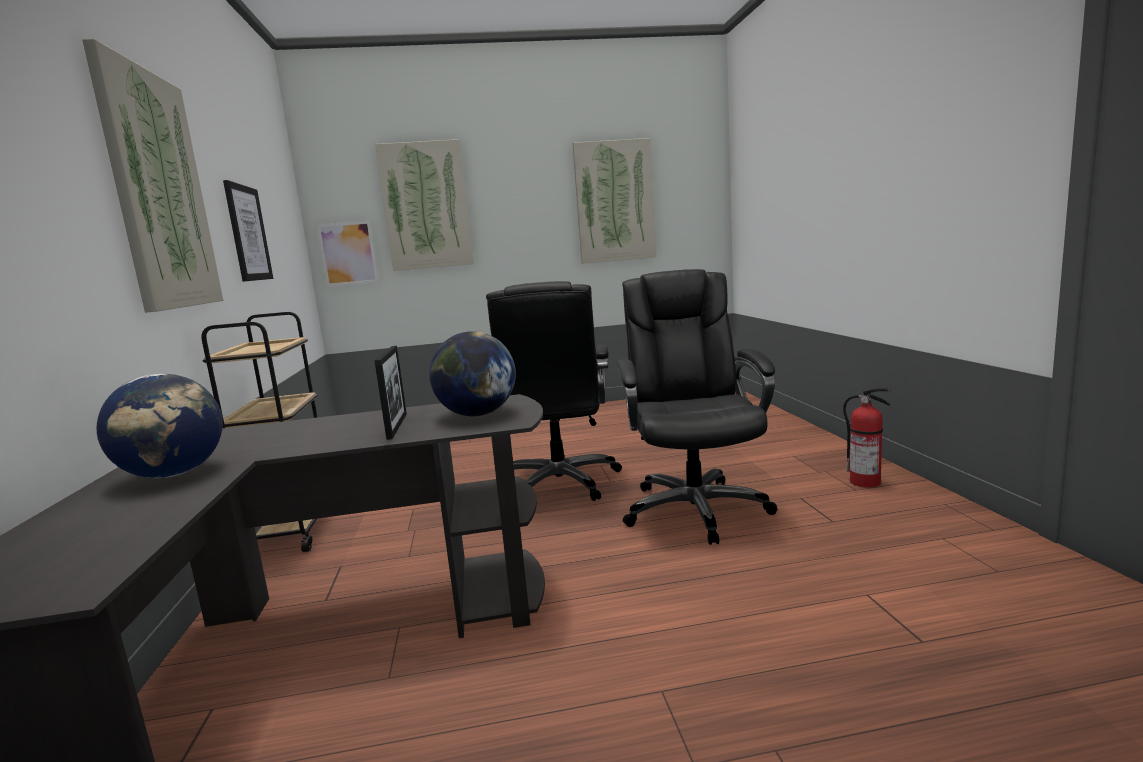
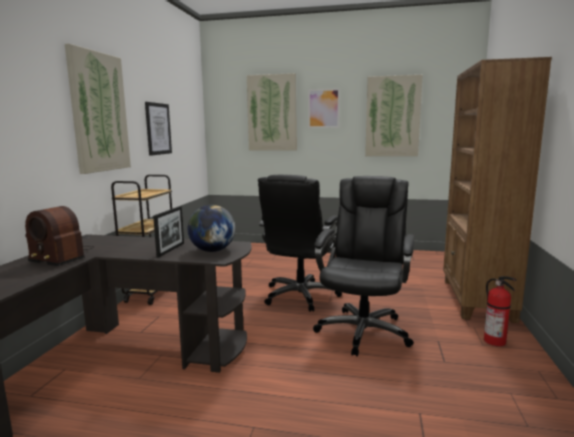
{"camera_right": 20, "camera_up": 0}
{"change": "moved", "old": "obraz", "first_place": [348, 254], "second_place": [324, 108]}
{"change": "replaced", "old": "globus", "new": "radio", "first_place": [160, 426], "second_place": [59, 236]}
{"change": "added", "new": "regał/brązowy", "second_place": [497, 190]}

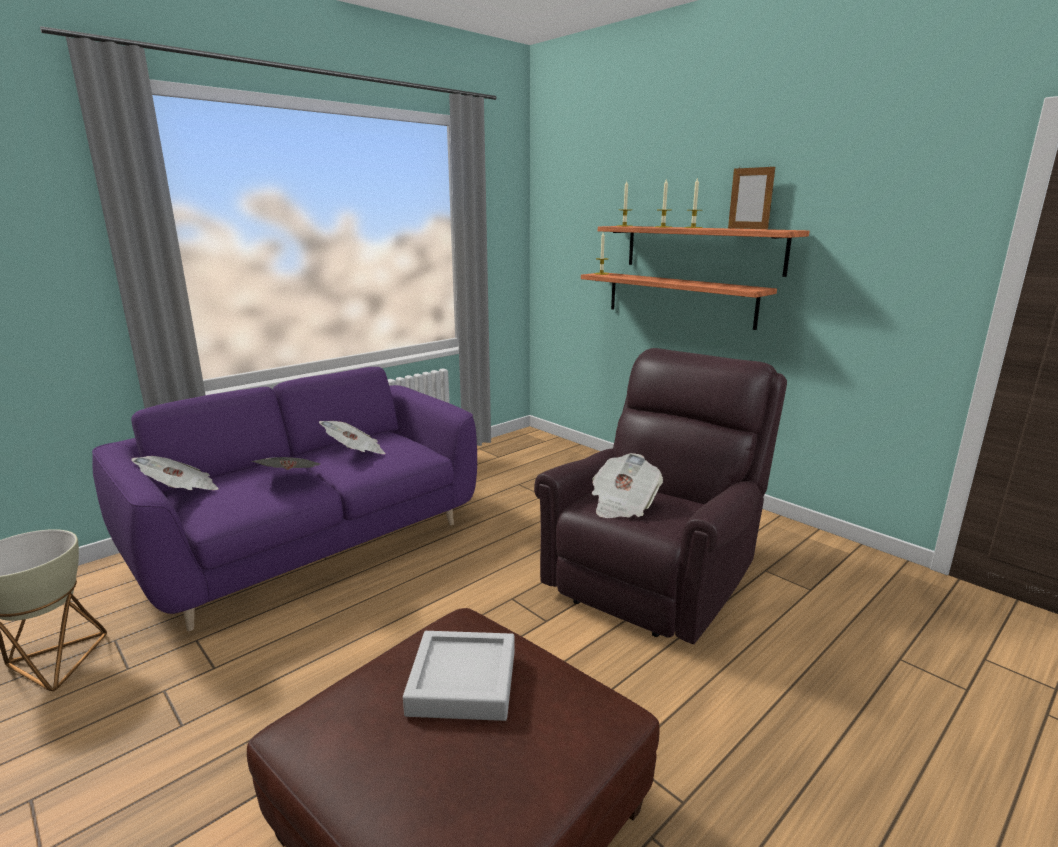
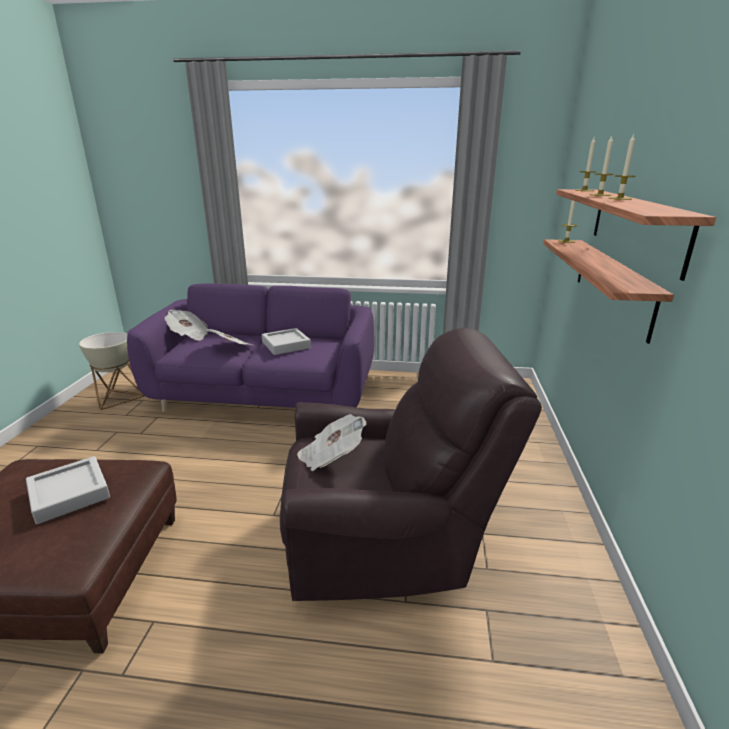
{"camera_right": 50, "camera_up": 5}
{"change": "removed", "old": "ramka na zdjęcie", "first_place": [751, 197]}
{"change": "replaced", "old": "gazeta", "new": "taca/szary", "first_place": [352, 437], "second_place": [286, 341]}

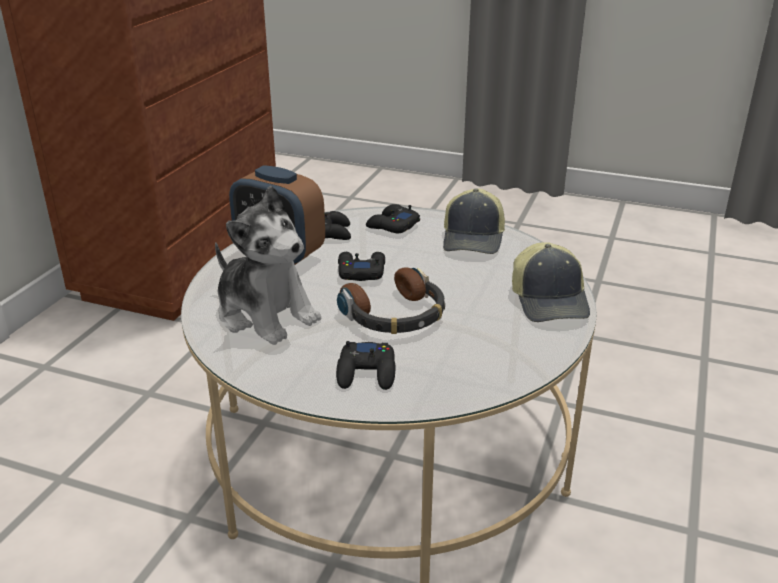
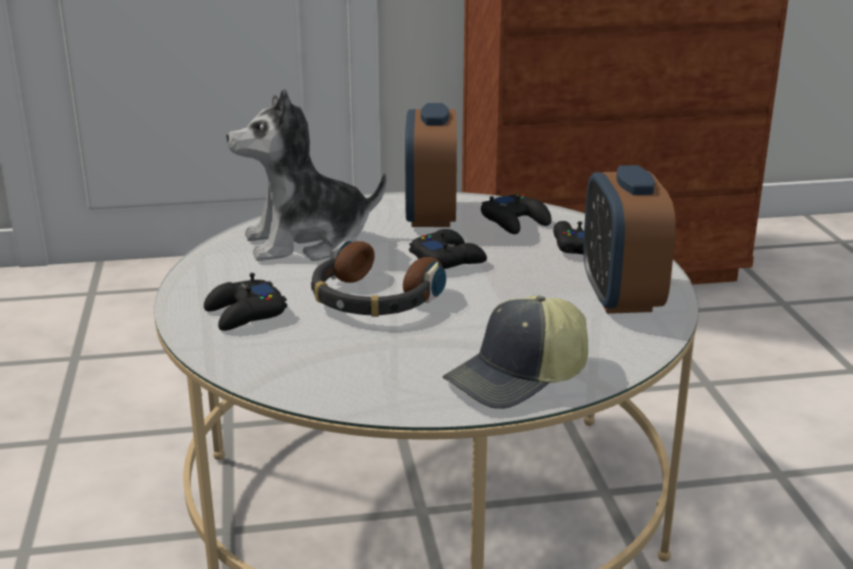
{"camera_right": 60, "camera_up": -5}
{"change": "turned", "old": "pluszak", "first_place": [268, 265], "second_place": [306, 175], "degrees": 60}
{"change": "replaced", "old": "czapka z daszkiem", "new": "budzik", "first_place": [474, 221], "second_place": [629, 239]}

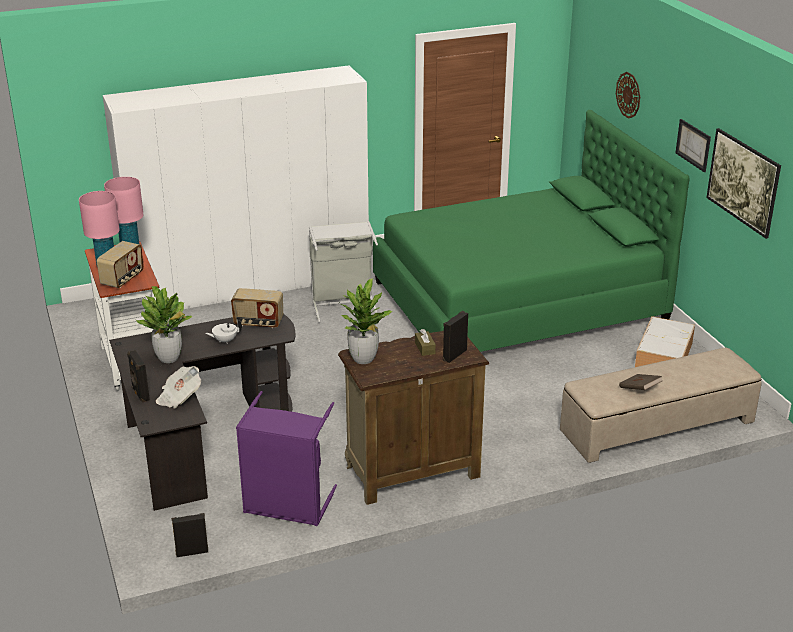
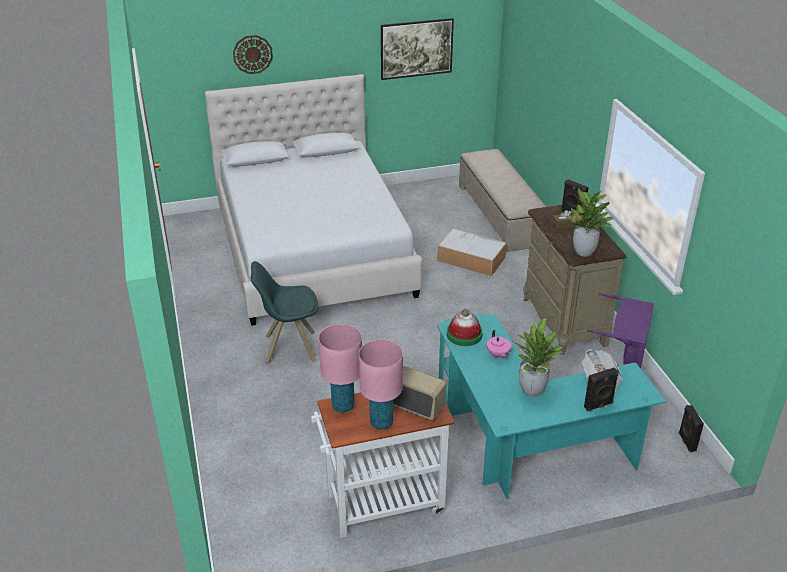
{"camera_right": -85, "camera_up": 5}
{"change": "removed", "old": "szafa/biały", "first_place": [236, 191]}
{"change": "recoloured", "old": "łóżko/zielony", "new": "łóżko/biały", "first_place": [531, 231], "second_place": [313, 200]}
{"change": "removed", "old": "obraz", "first_place": [693, 145]}
{"change": "replaced", "old": "kosz na pranie/szary", "new": "krzesło/turkusowy", "first_place": [343, 272], "second_place": [284, 312]}
{"change": "replaced", "old": "radio", "new": "kapelusz", "first_place": [257, 308], "second_place": [464, 327]}
{"change": "recoloured", "old": "biurko/czarny", "new": "biurko/turkusowy", "first_place": [202, 412], "second_place": [551, 406]}
{"change": "moved", "old": "pojemnik do przechowywania", "first_place": [665, 341], "second_place": [472, 252]}
{"change": "recoloured", "old": "imbryk/biały", "new": "imbryk/różowy", "first_place": [223, 331], "second_place": [499, 344]}
{"change": "removed", "old": "książka/brązowy", "first_place": [640, 382]}

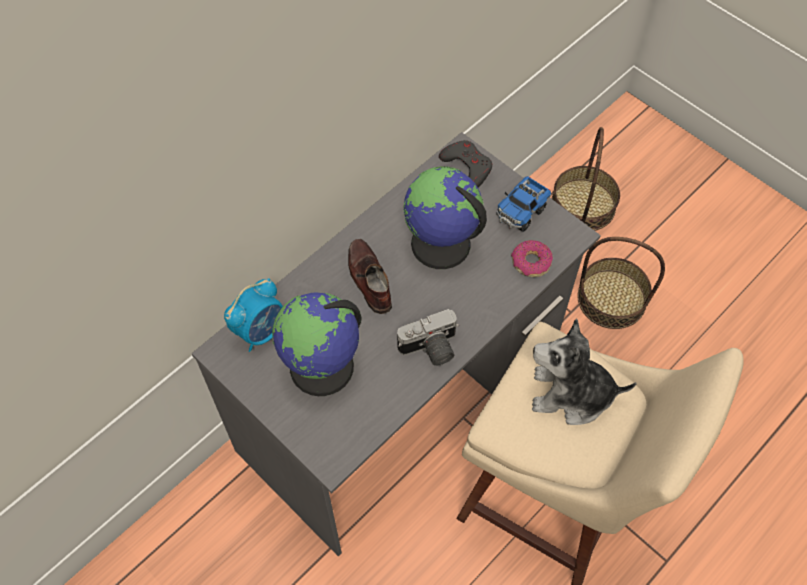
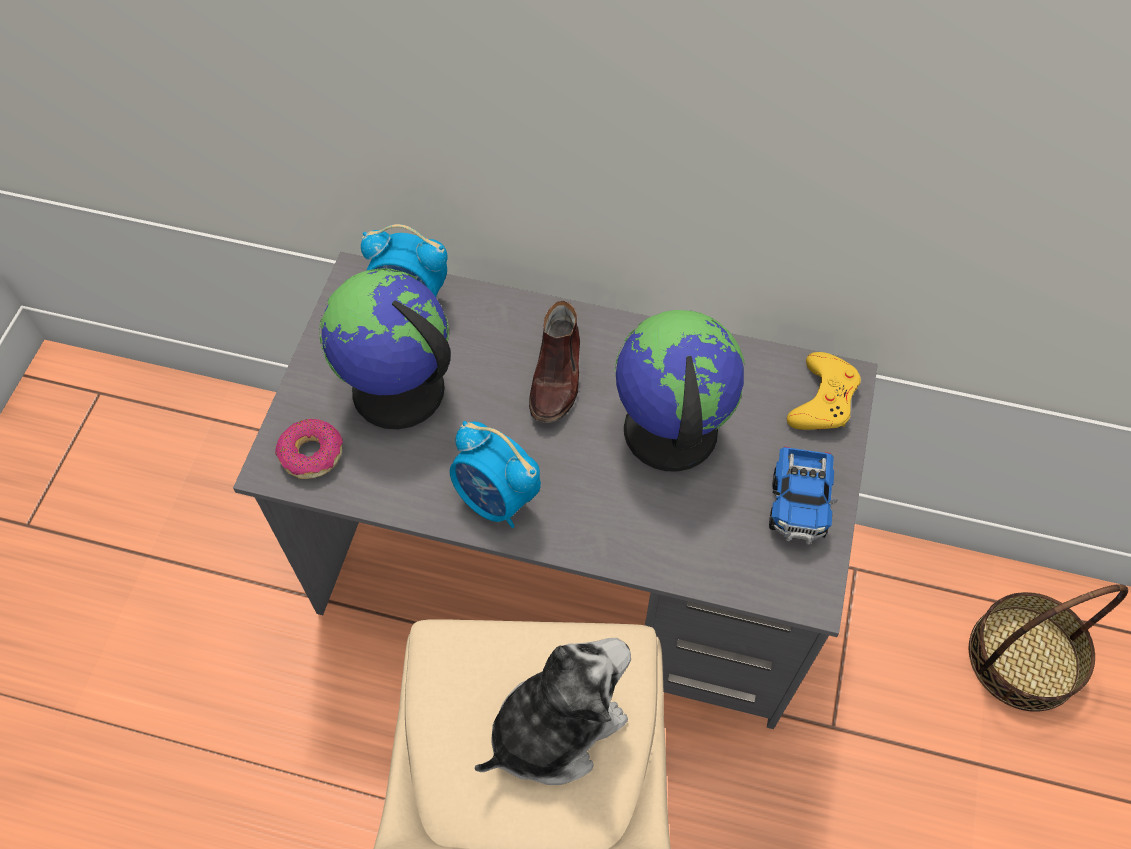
{"camera_right": 60, "camera_up": 0}
{"change": "recoloured", "old": "pad do gier/szary", "new": "pad do gier/żółty", "first_place": [465, 163], "second_place": [824, 391]}
{"change": "turned", "old": "ciężarówka zabawkowa", "first_place": [523, 204], "second_place": [803, 496], "degrees": -90}
{"change": "removed", "old": "koszyk", "first_place": [621, 283]}
{"change": "turned", "old": "but/brązowy", "first_place": [370, 276], "second_place": [554, 362], "degrees": 150}
{"change": "moved", "old": "donut", "first_place": [532, 258], "second_place": [309, 449]}
{"change": "replaced", "old": "aparat fotograficzny", "new": "budzik", "first_place": [428, 337], "second_place": [495, 474]}
{"change": "turned", "old": "pluszak", "first_place": [584, 371], "second_place": [553, 711], "degrees": 75}

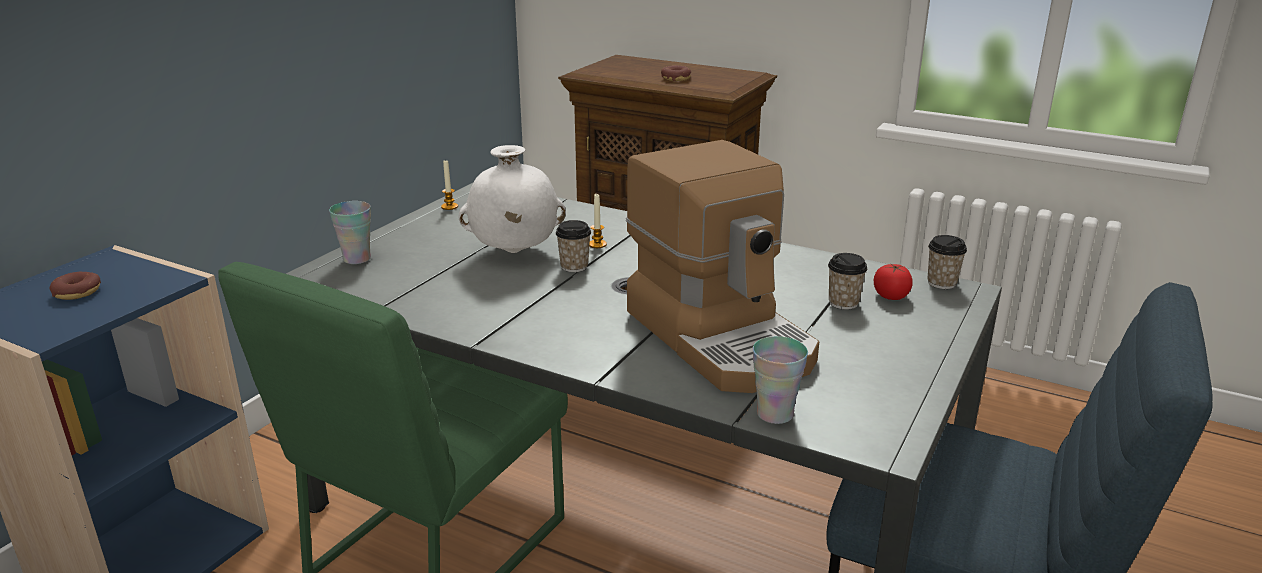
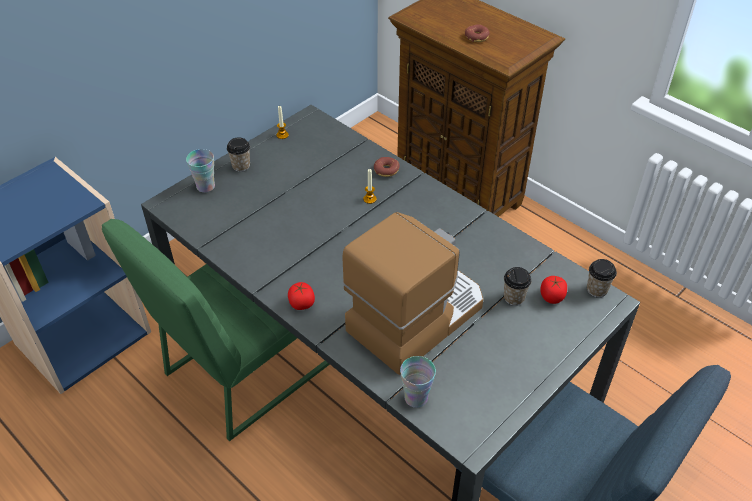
{"camera_right": 15, "camera_up": 20}
{"change": "turned", "old": "ekspres do kawy", "first_place": [722, 266], "second_place": [412, 293], "degrees": -120}
{"change": "removed", "old": "wazon/biały", "first_place": [512, 199]}
{"change": "moved", "old": "filiżanka", "first_place": [573, 246], "second_place": [238, 154]}
{"change": "moved", "old": "donut", "first_place": [75, 286], "second_place": [387, 167]}
{"change": "added", "new": "pomidor", "second_place": [301, 296]}

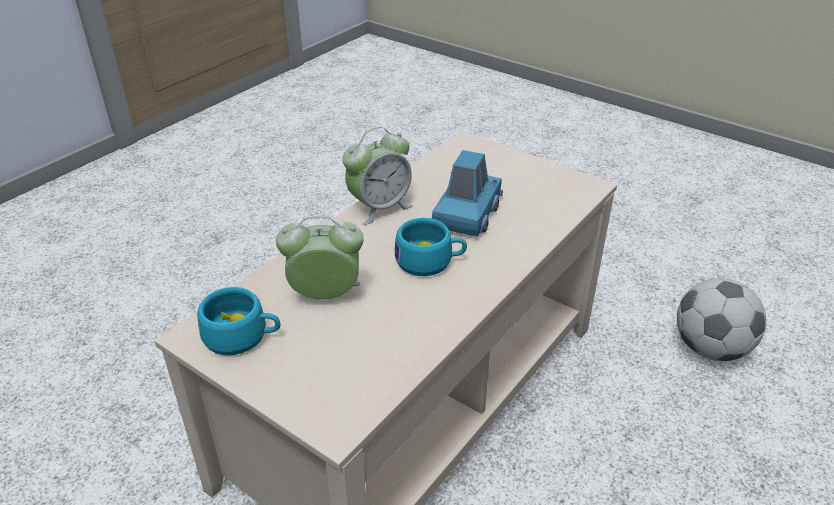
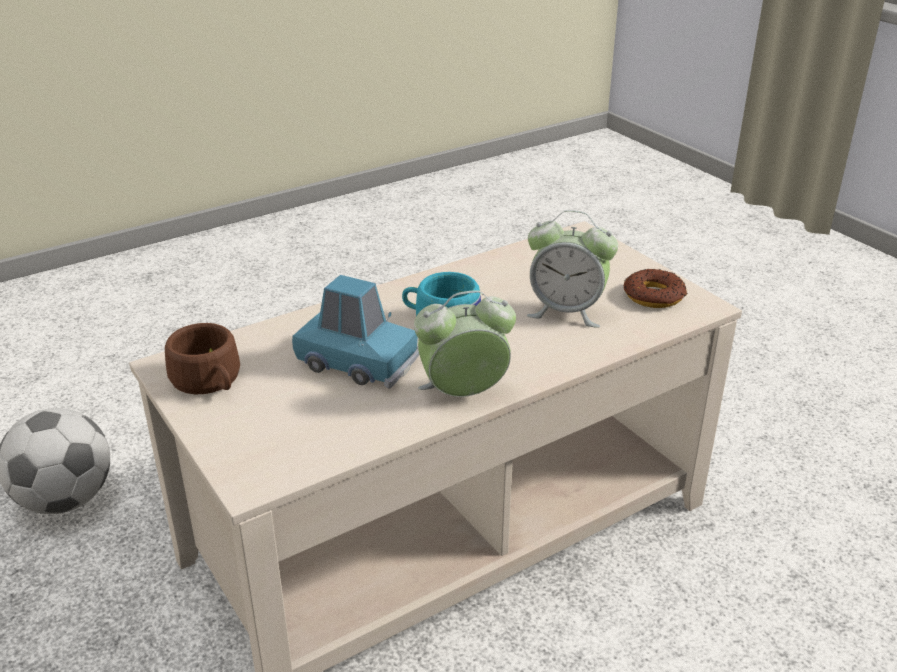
{"camera_right": -160, "camera_up": -5}
{"change": "turned", "old": "samochodzik/niebieski", "first_place": [467, 193], "second_place": [355, 331], "degrees": -105}
{"change": "replaced", "old": "filiżanka/turkusowy", "new": "donut", "first_place": [238, 321], "second_place": [656, 288]}
{"change": "added", "new": "filiżanka/brązowy", "second_place": [202, 358]}

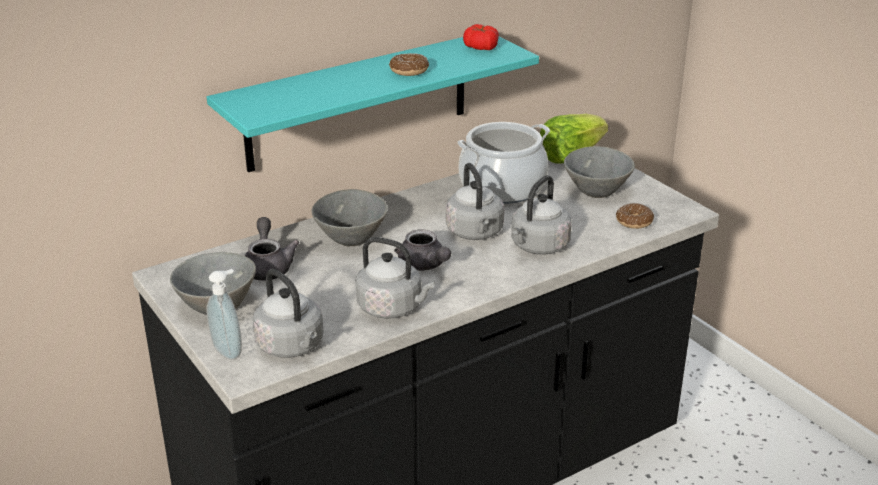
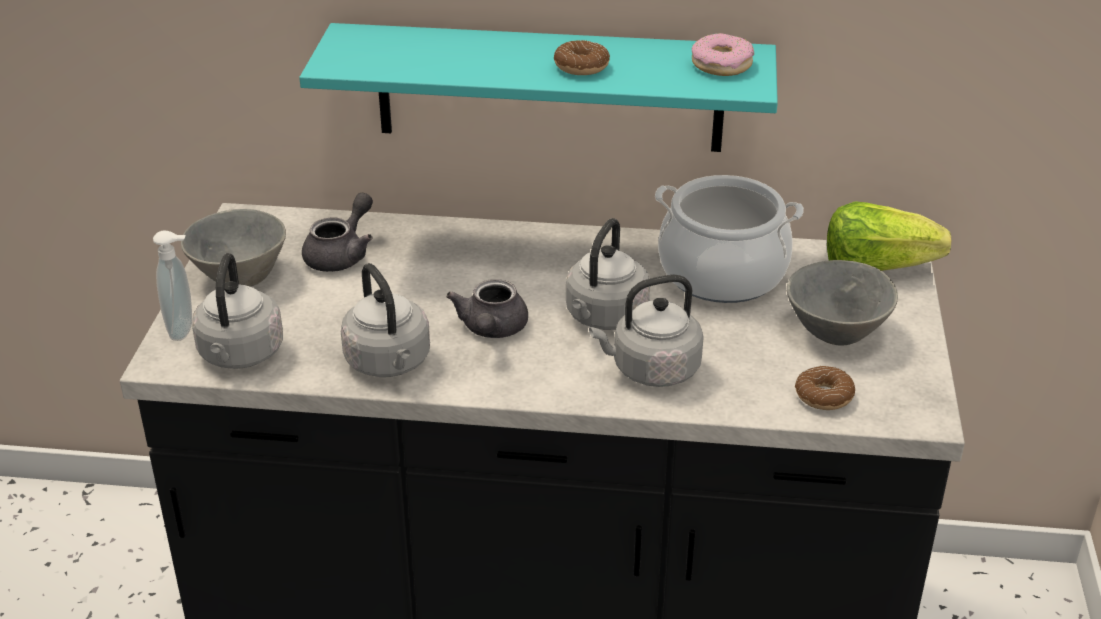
{"camera_right": 40, "camera_up": 5}
{"change": "replaced", "old": "pomidor", "new": "donut", "first_place": [481, 37], "second_place": [722, 54]}
{"change": "removed", "old": "miska/szary", "first_place": [350, 217]}

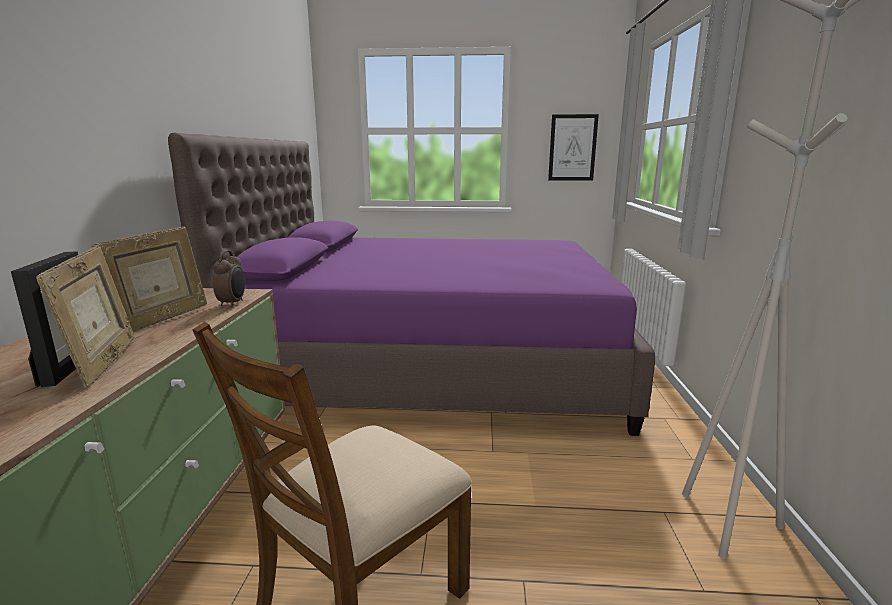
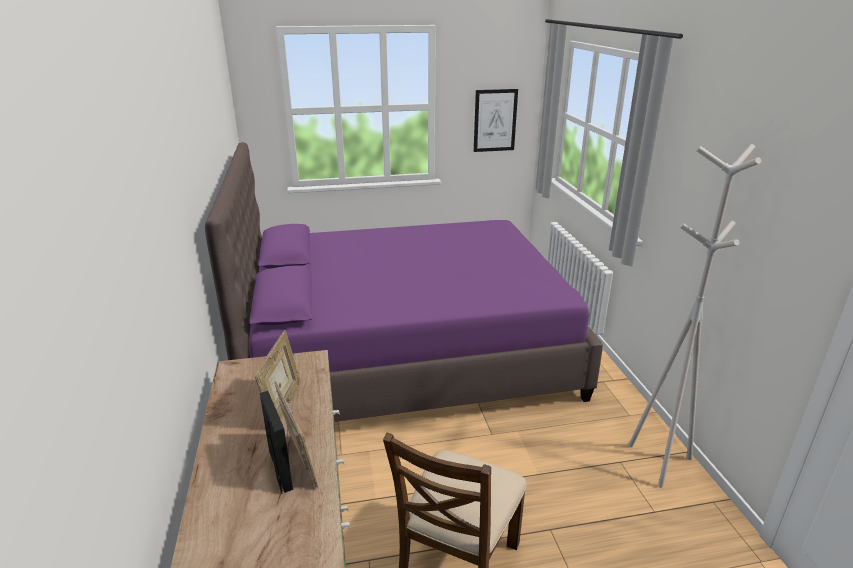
{"camera_right": -15, "camera_up": 10}
{"change": "removed", "old": "budzik", "first_place": [229, 278]}

